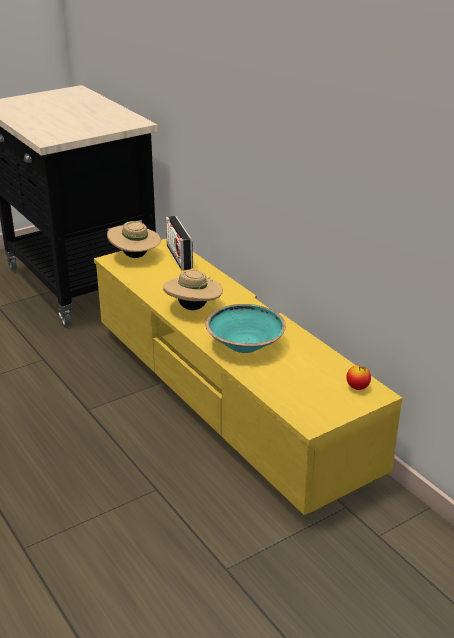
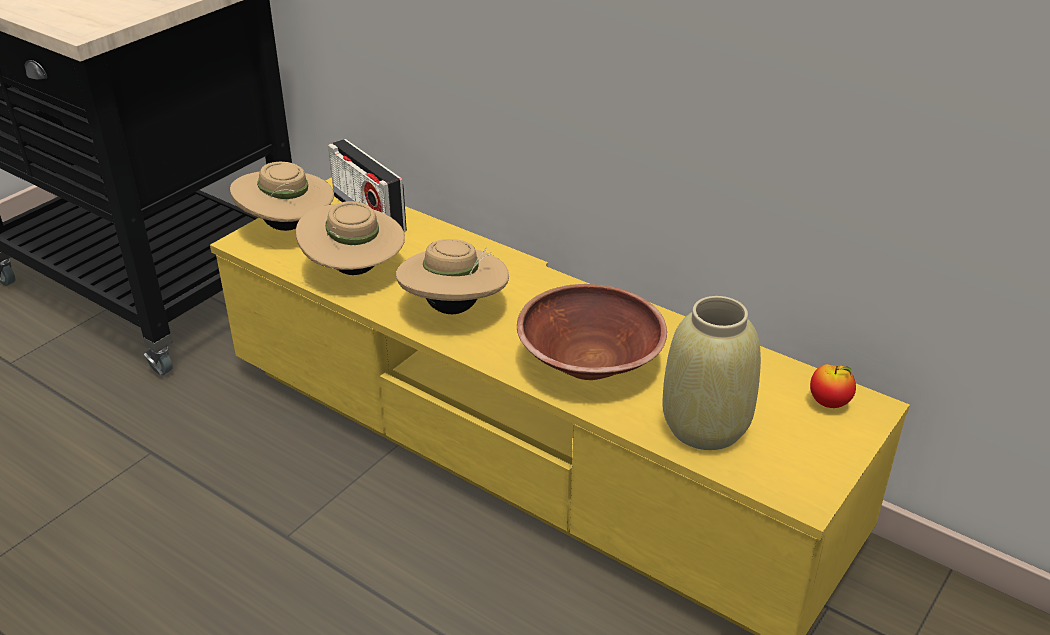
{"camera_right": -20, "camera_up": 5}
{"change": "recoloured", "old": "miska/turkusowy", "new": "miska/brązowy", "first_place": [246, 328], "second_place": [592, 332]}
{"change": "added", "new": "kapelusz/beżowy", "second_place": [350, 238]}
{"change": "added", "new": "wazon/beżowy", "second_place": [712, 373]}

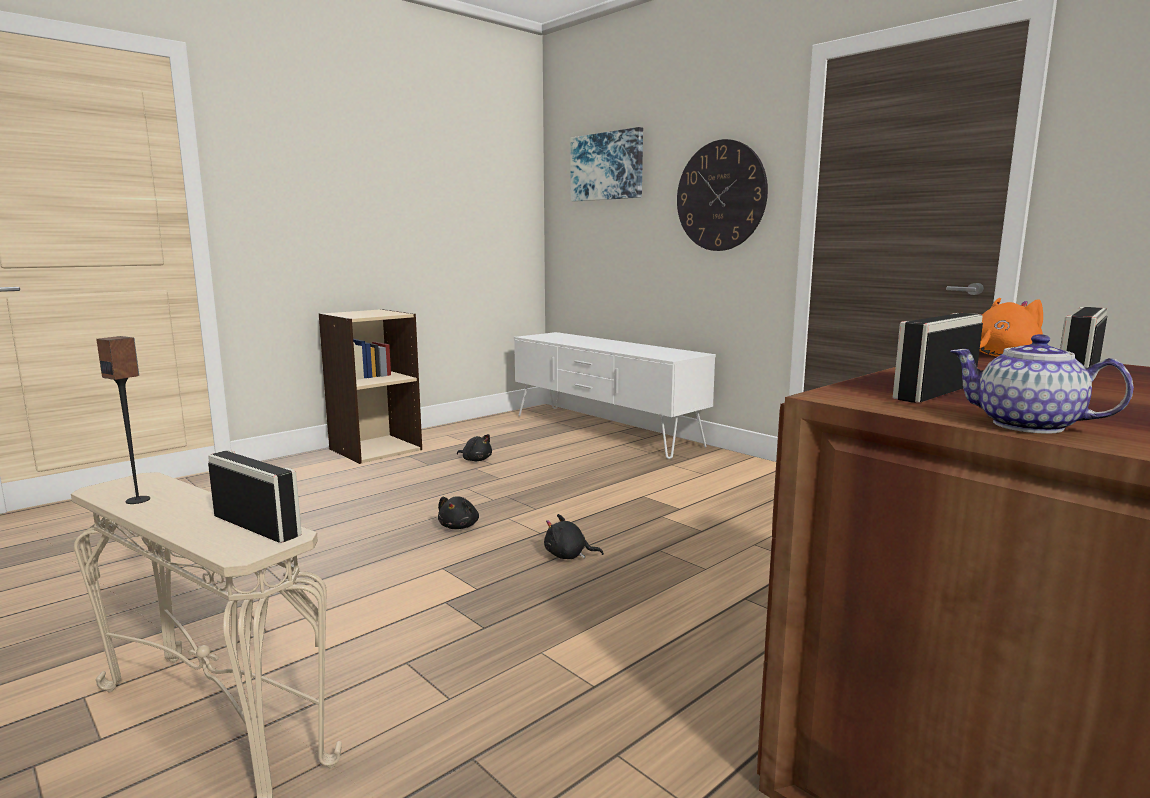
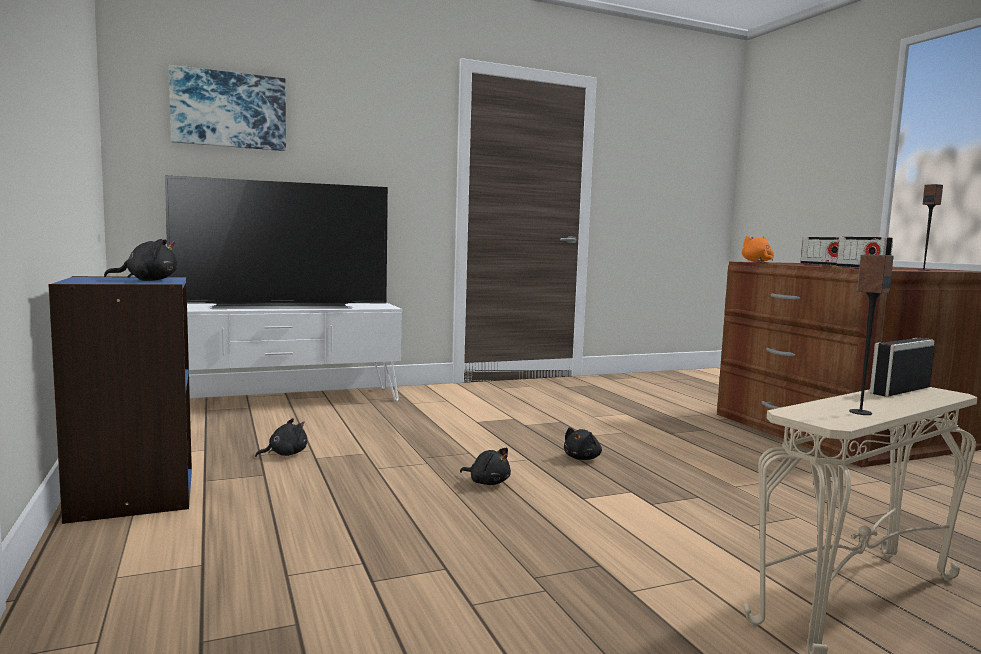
{"camera_right": -70, "camera_up": -5}
{"change": "removed", "old": "zegar ścienny", "first_place": [722, 195]}
{"change": "recoloured", "old": "regał/beżowy", "new": "regał/niebieski", "first_place": [370, 386], "second_place": [120, 400]}
{"change": "replaced", "old": "imbryk", "new": "głośnik", "first_place": [1042, 384], "second_place": [930, 227]}
{"change": "added", "new": "telewizor", "second_place": [276, 242]}
{"change": "added", "new": "pluszak/czarny", "second_place": [141, 260]}

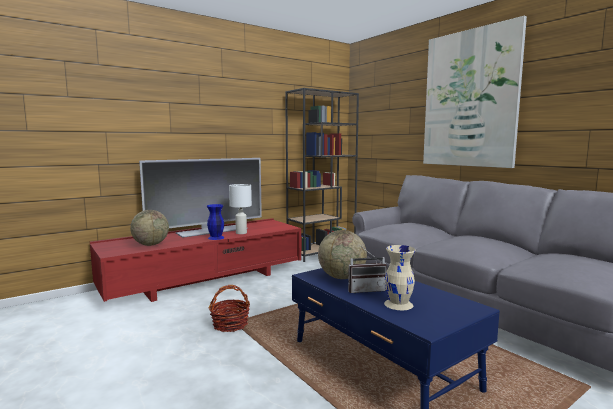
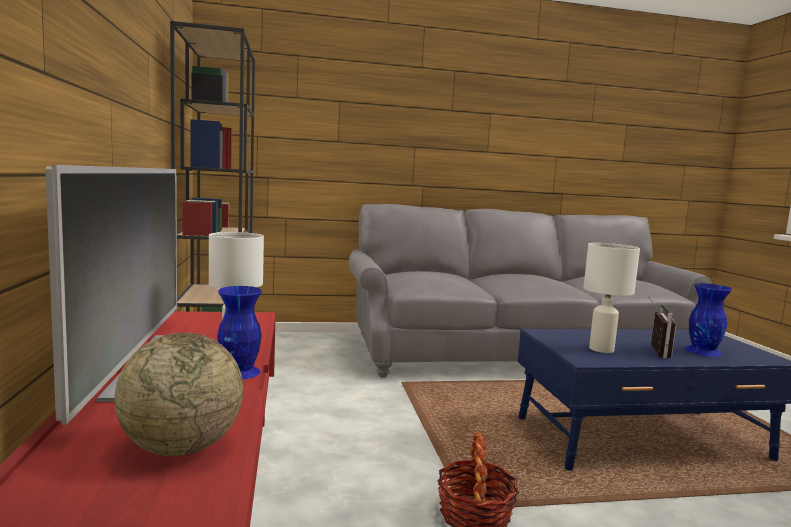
{"camera_right": -65, "camera_up": 0}
{"change": "removed", "old": "obraz", "first_place": [475, 92]}
{"change": "replaced", "old": "globus", "new": "lampa stołowa/biały", "first_place": [342, 254], "second_place": [612, 298]}
{"change": "recoloured", "old": "wazon/beżowy", "new": "wazon/niebieski", "first_place": [400, 277], "second_place": [708, 320]}

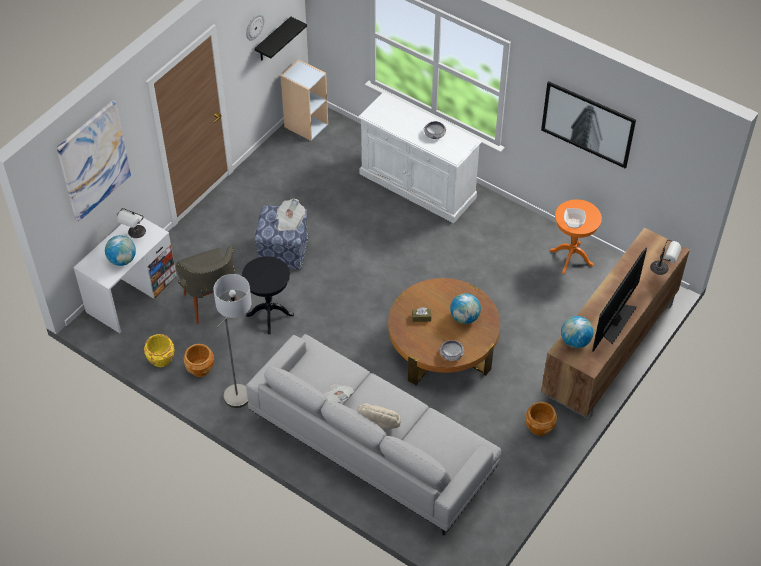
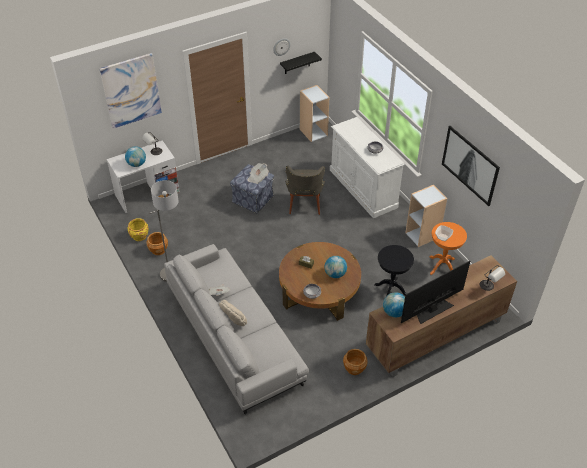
{"camera_right": 25, "camera_up": -5}
{"change": "moved", "old": "krzesło/szary", "first_place": [206, 285], "second_place": [305, 190]}
{"change": "moved", "old": "stolik/czarny", "first_place": [268, 295], "second_place": [394, 270]}
{"change": "added", "new": "regał", "second_place": [426, 216]}

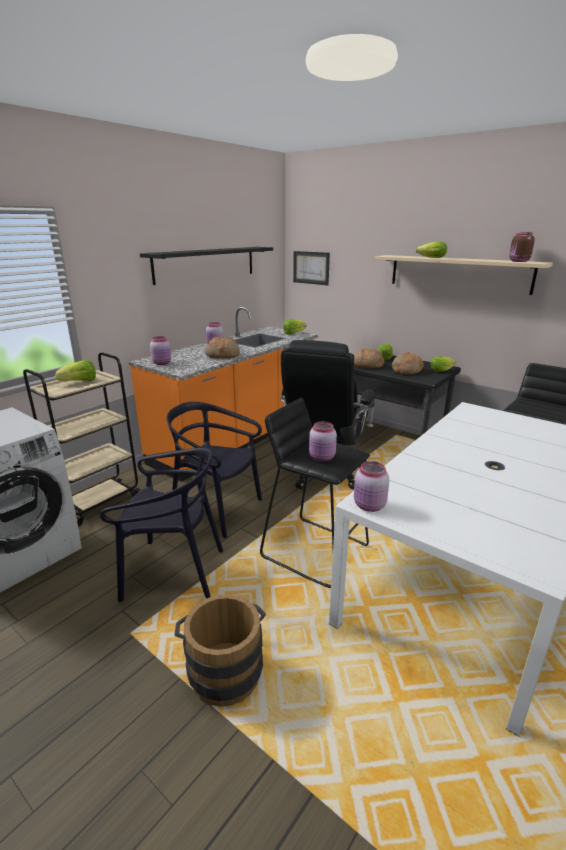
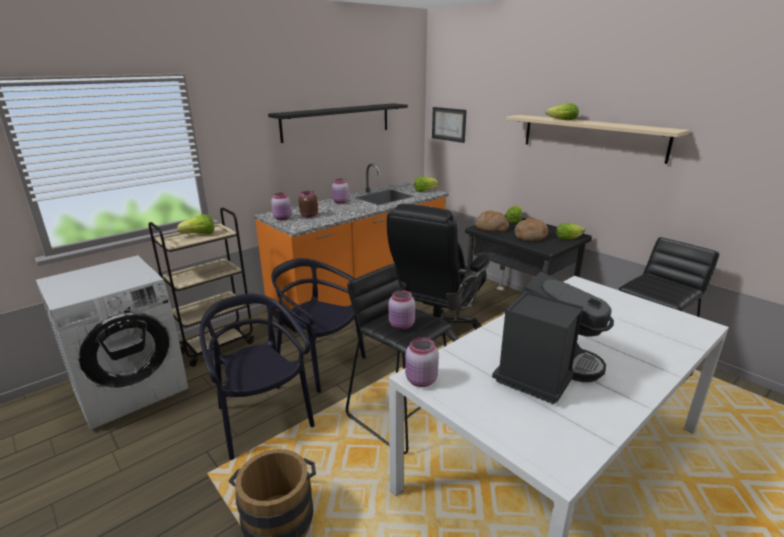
{"camera_right": 10, "camera_up": 0}
{"change": "moved", "old": "słoik/brązowy", "first_place": [522, 247], "second_place": [308, 204]}
{"change": "removed", "old": "chleb", "first_place": [222, 347]}
{"change": "turned", "old": "krzesło/czarny", "first_place": [161, 525], "second_place": [257, 377], "degrees": -135}
{"change": "added", "new": "ekspres do kawy", "second_place": [553, 338]}

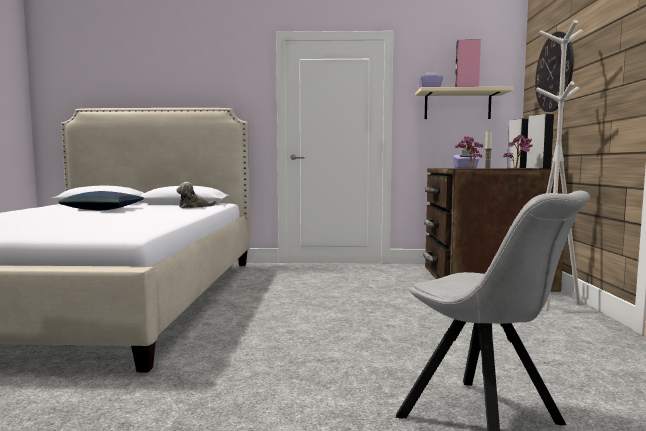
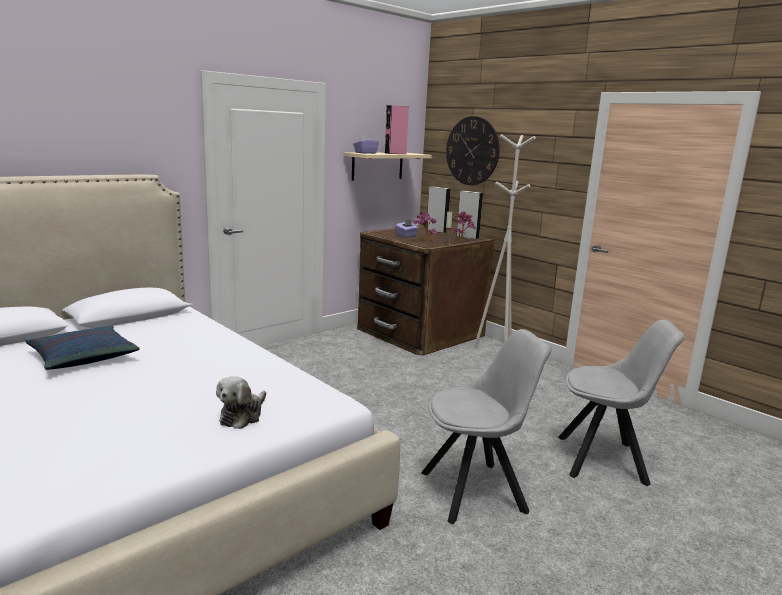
{"camera_right": -45, "camera_up": 10}
{"change": "moved", "old": "pluszak", "first_place": [196, 195], "second_place": [241, 402]}
{"change": "added", "new": "krzesło/szary", "second_place": [486, 427]}

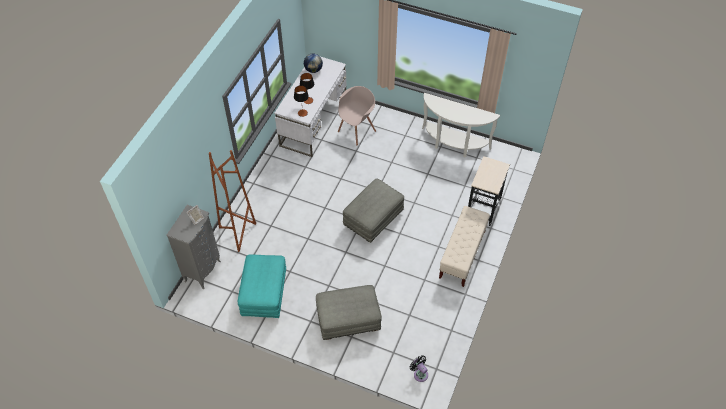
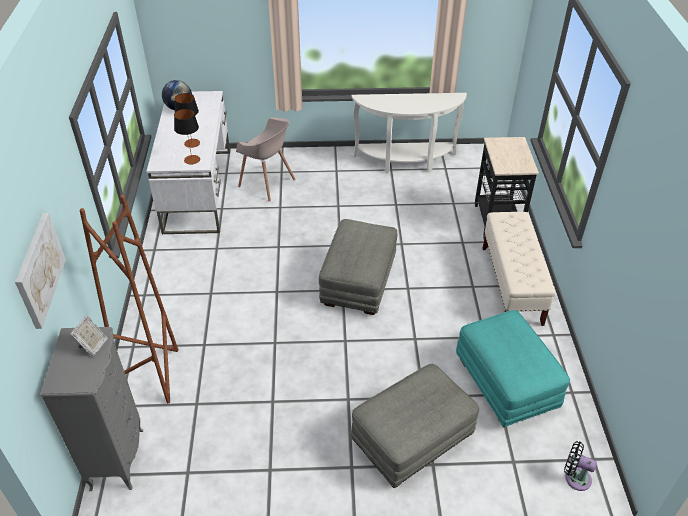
{"camera_right": -25, "camera_up": -10}
{"change": "turned", "old": "krzesło/beżowy", "first_place": [357, 116], "second_place": [266, 160], "degrees": 105}
{"change": "moved", "old": "pufa/turkusowy", "first_place": [262, 286], "second_place": [513, 368]}
{"change": "added", "new": "obraz", "second_place": [40, 271]}

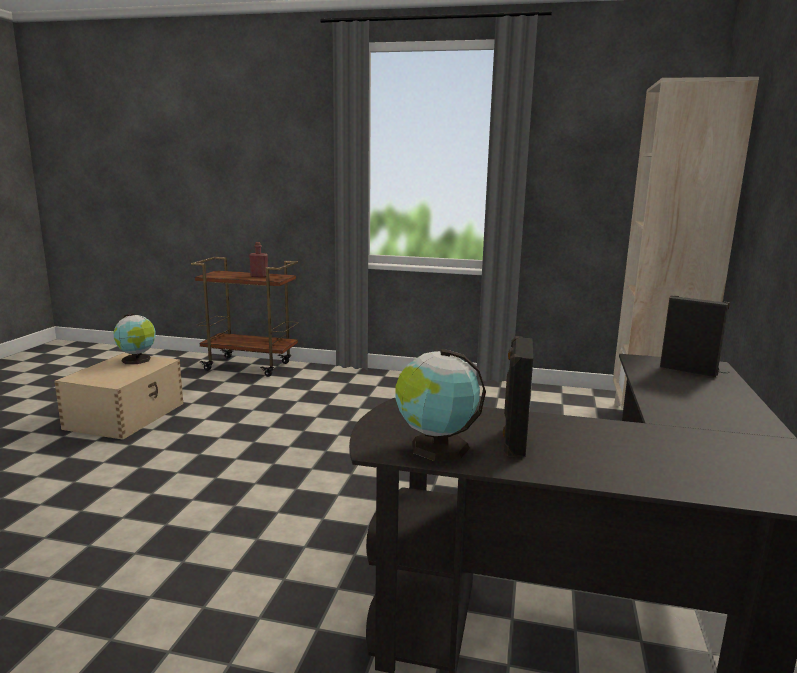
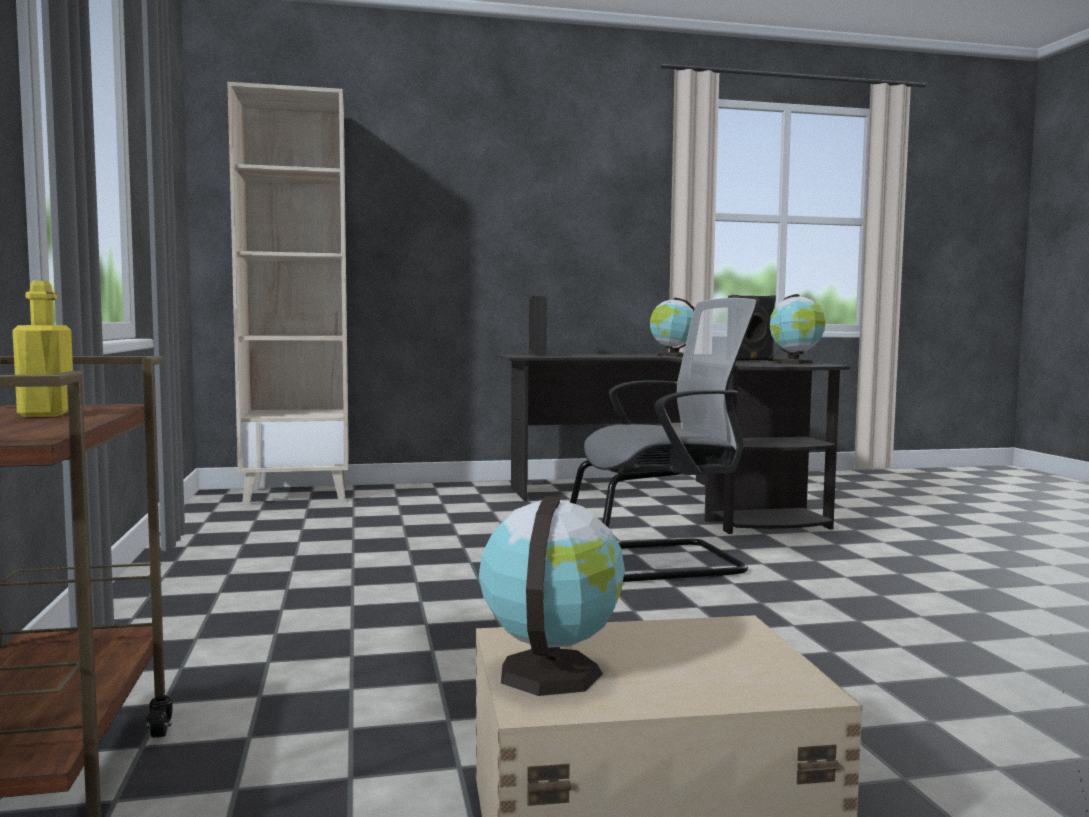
{"camera_right": -115, "camera_up": -10}
{"change": "recoloured", "old": "butelka/czerwony", "new": "butelka/żółty", "first_place": [258, 260], "second_place": [42, 349]}
{"change": "added", "new": "krzesło", "second_place": [663, 440]}
{"change": "added", "new": "globus", "second_place": [672, 327]}

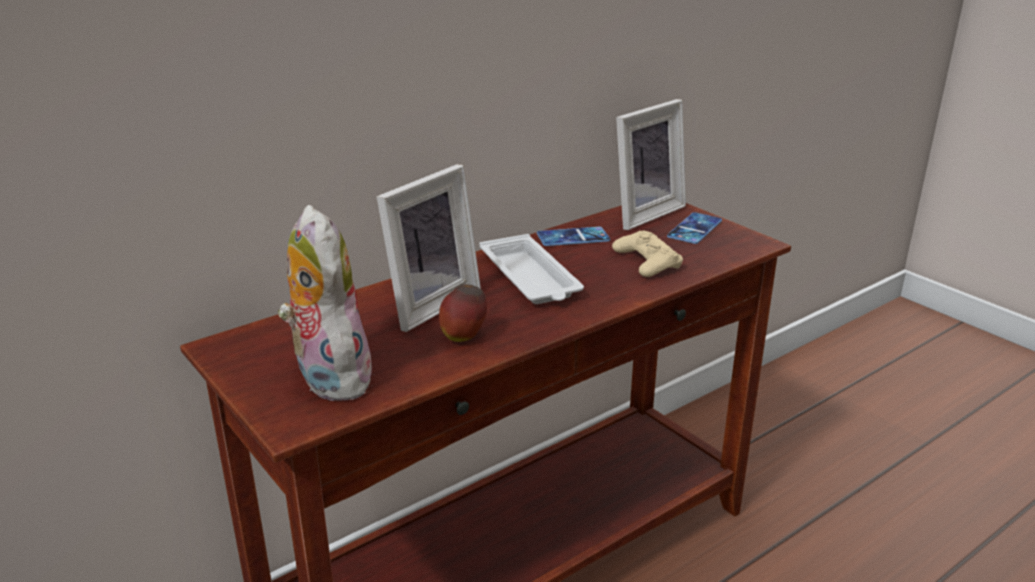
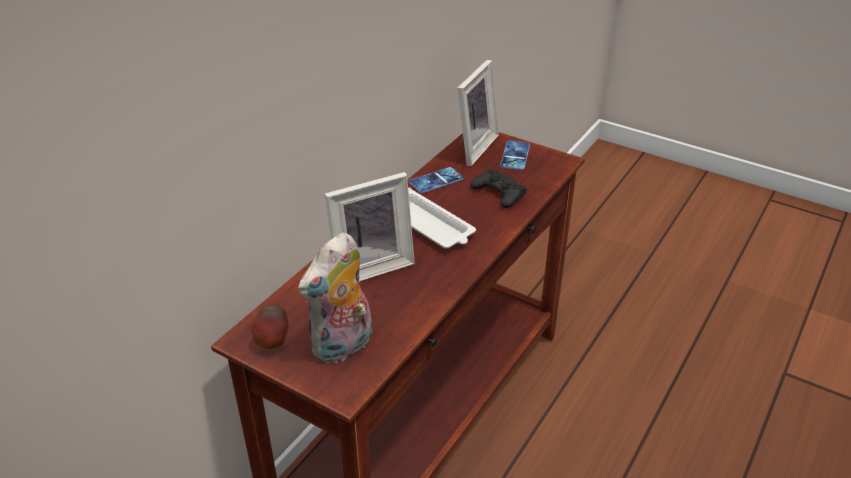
{"camera_right": -20, "camera_up": 10}
{"change": "turned", "old": "ramka na zdjęcie", "first_place": [429, 248], "second_place": [370, 227], "degrees": 45}
{"change": "turned", "old": "pluszak", "first_place": [327, 303], "second_place": [335, 298], "degrees": -90}
{"change": "recoloured", "old": "pad do gier/beżowy", "new": "pad do gier/czarny", "first_place": [647, 254], "second_place": [499, 188]}
{"change": "moved", "old": "jabłko", "first_place": [463, 313], "second_place": [270, 327]}

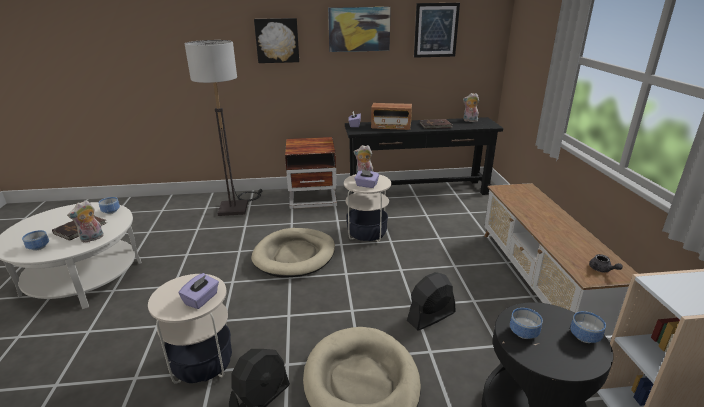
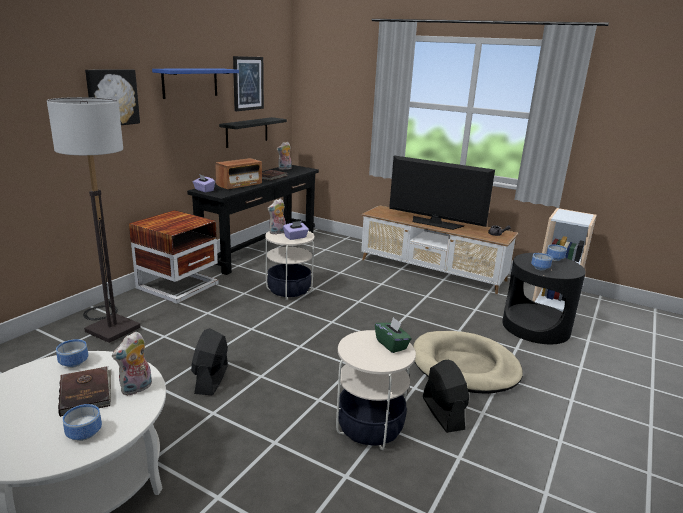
{"camera_right": -55, "camera_up": -5}
{"change": "replaced", "old": "obraz", "new": "półka/niebieski", "first_place": [359, 29], "second_place": [195, 83]}
{"change": "turned", "old": "pluszak", "first_place": [85, 221], "second_place": [132, 363], "degrees": 45}
{"change": "removed", "old": "legowisko/beżowy", "first_place": [293, 253]}
{"change": "moved", "old": "wentylator/czarny", "first_place": [431, 301], "second_place": [209, 362]}
{"change": "recoloured", "old": "pudełko chusteczek/fioletowy", "new": "pudełko chusteczek/zielony", "first_place": [199, 291], "second_place": [393, 335]}
{"change": "added", "new": "półka/czarny", "second_place": [253, 132]}
{"change": "added", "new": "telewizor", "second_place": [442, 192]}

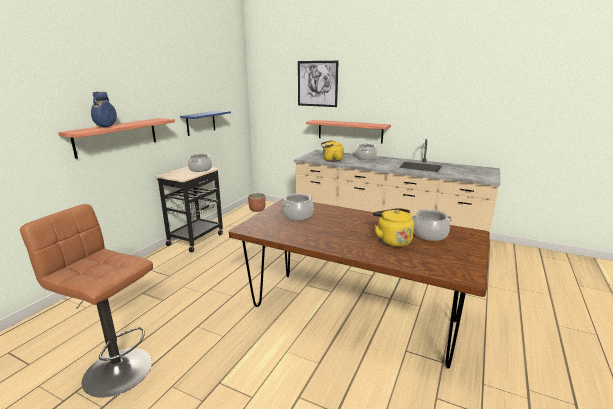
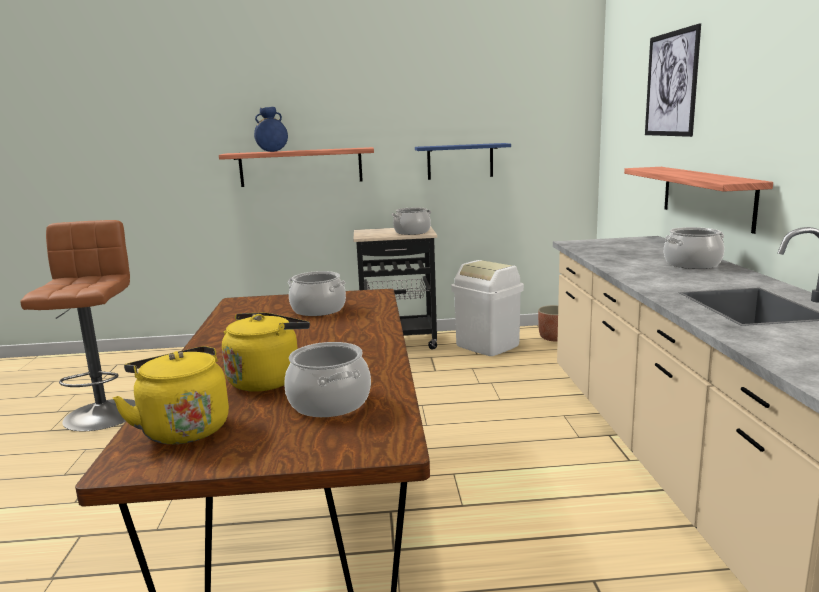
{"camera_right": 60, "camera_up": -5}
{"change": "moved", "old": "czajnik/żółty", "first_place": [332, 151], "second_place": [171, 395]}
{"change": "added", "new": "kosz na śmieci/biały", "second_place": [487, 308]}

